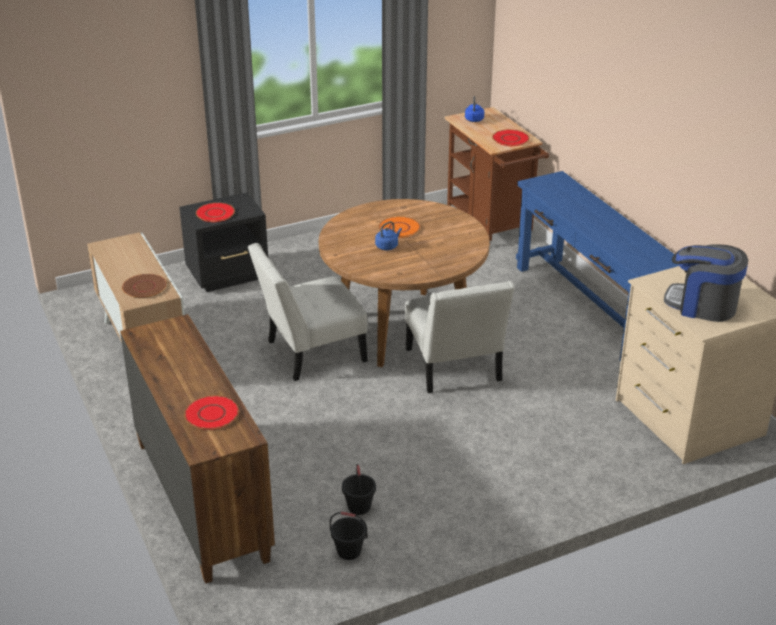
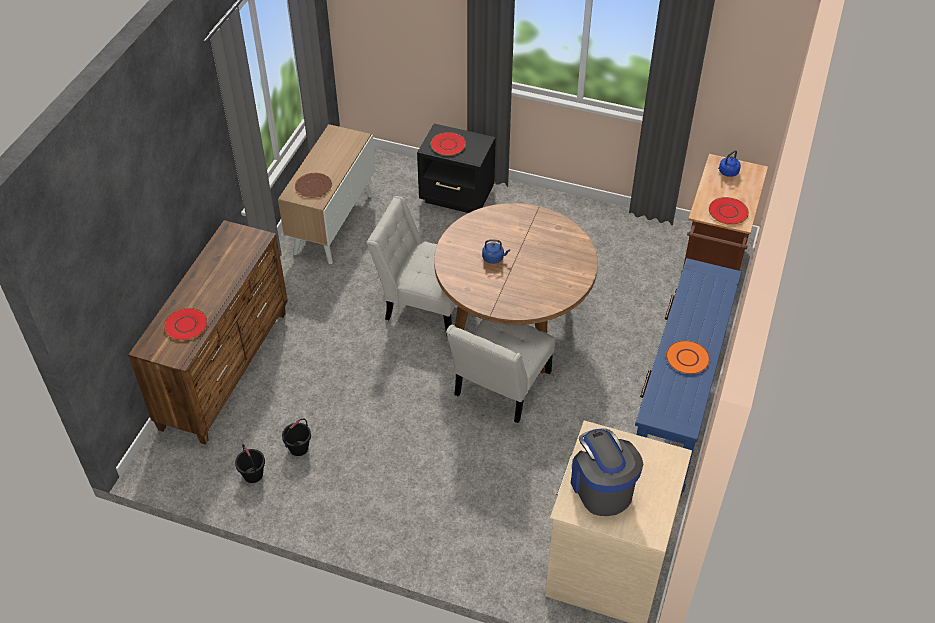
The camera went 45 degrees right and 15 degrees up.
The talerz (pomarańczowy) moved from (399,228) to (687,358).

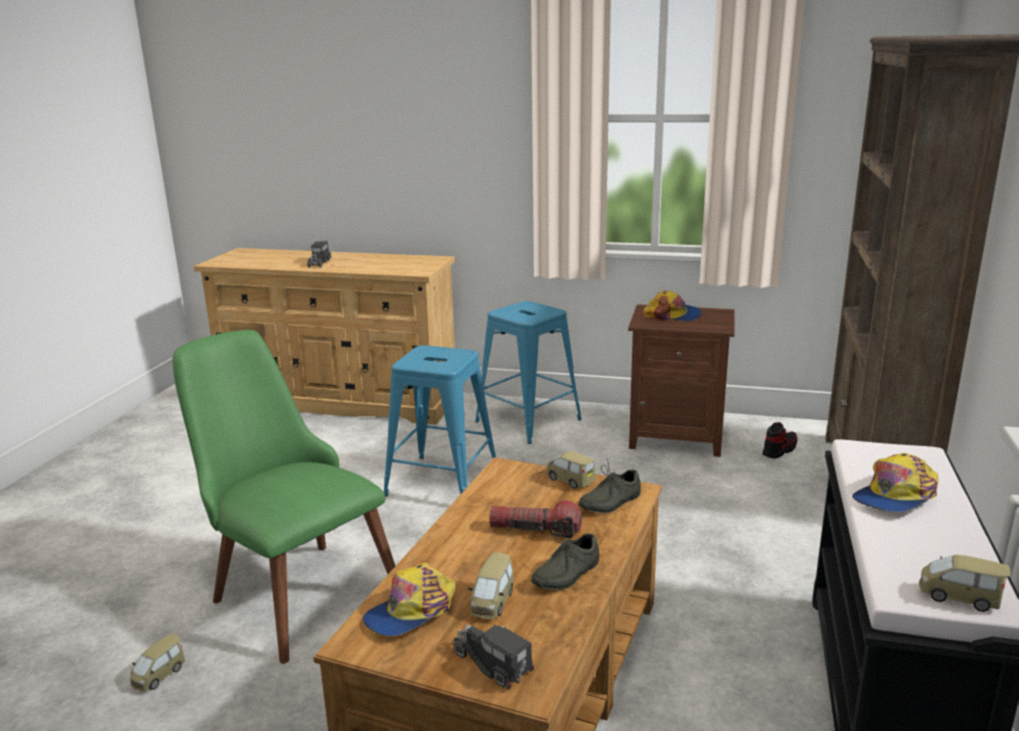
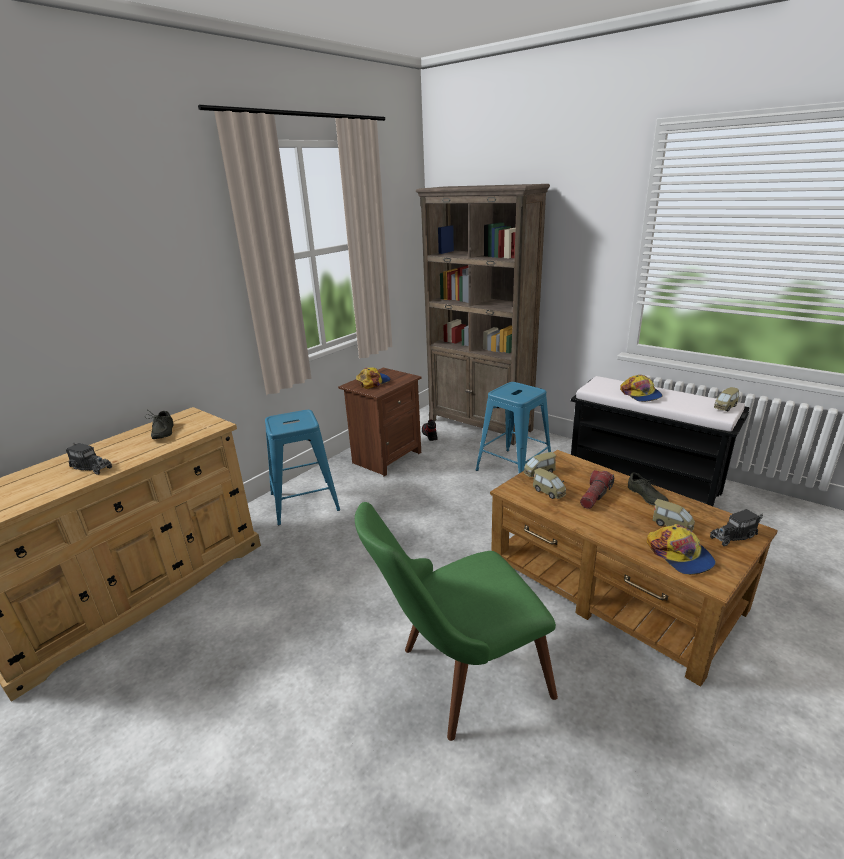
The camera went 65 degrees left and 5 degrees up.
The samochodzik moved from (158,675) to (549,492).
The stołek (niebieski) moved from (443,481) to (514,468).
The but (szary) moved from (608,501) to (161,433).

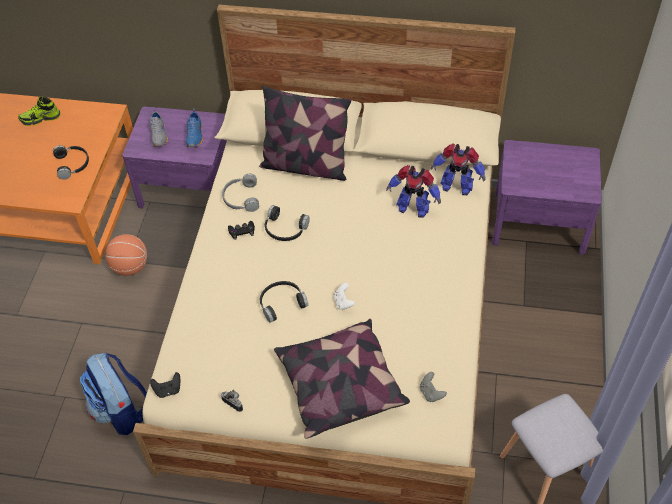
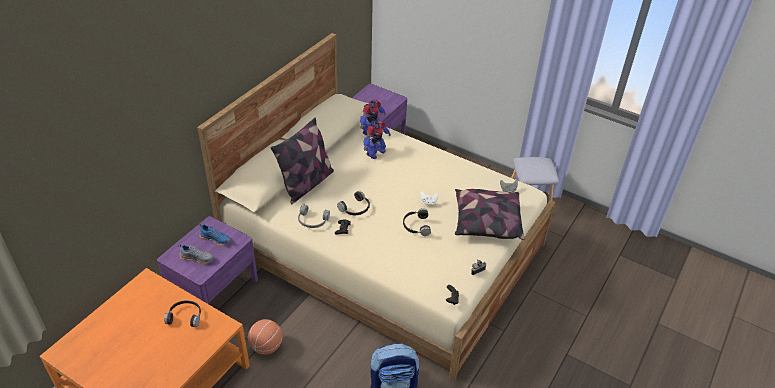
The camera went 70 degrees left and 10 degrees down.
The but at (40,118) disappeared.

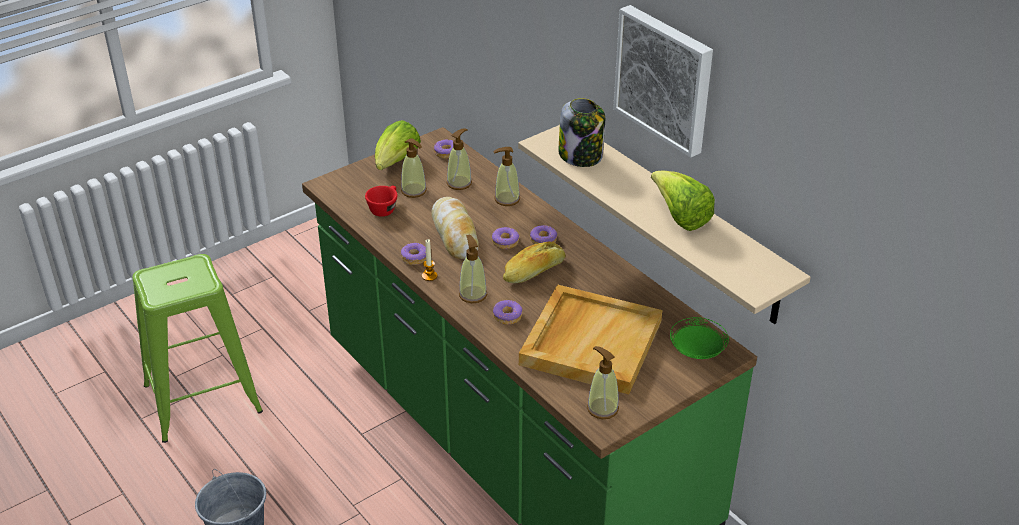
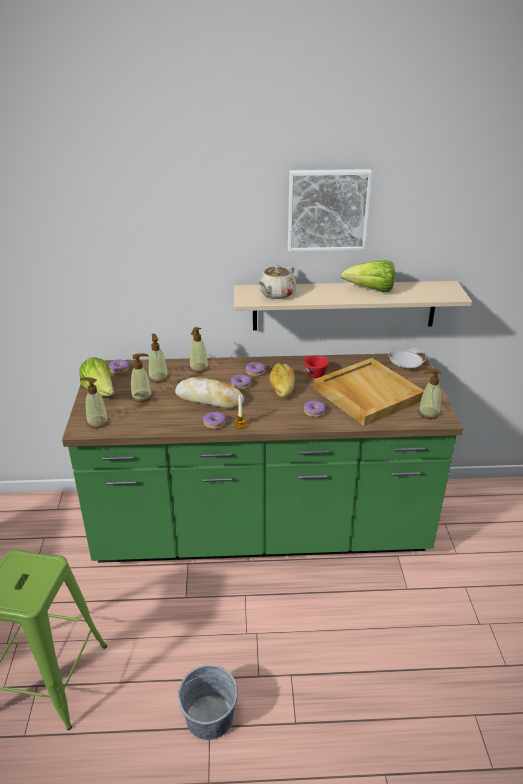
The camera went 55 degrees left and 5 degrees down.
The filiżanka (czerwony) moved from (384,208) to (313,373).
The dozownik mydła moved from (473,294) to (97,422).
The słoik at (581,156) was replaced by the imbryk (beżowy) at (276,294).
The talerz (zielony) at (696,351) became the talerz (biały) at (405,366).

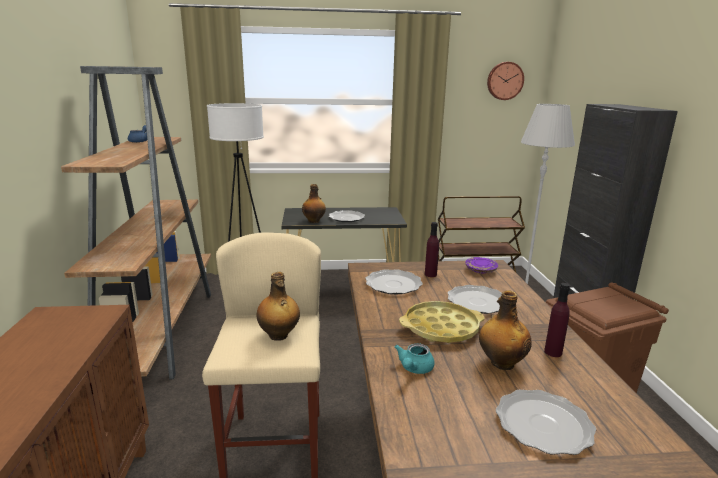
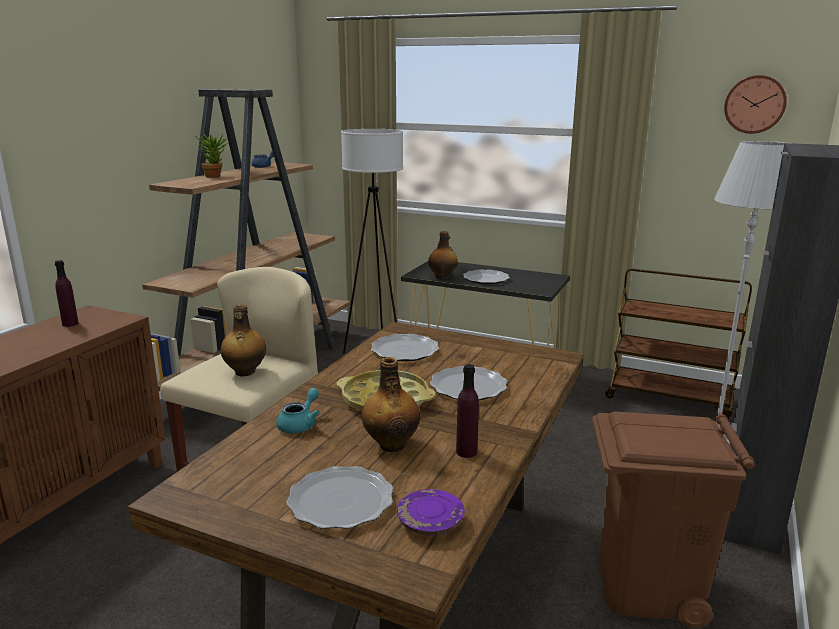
The camera went 30 degrees right and 0 degrees up.
The imbryk (turkusowy) at (414,369) turned 150 degrees clockwise.
The butelka (fioletowy) moved from (430,274) to (70,324).
The talerz (fioletowy) moved from (481,270) to (430,522).
The roślina doniczkowa at (215,176) appeared.

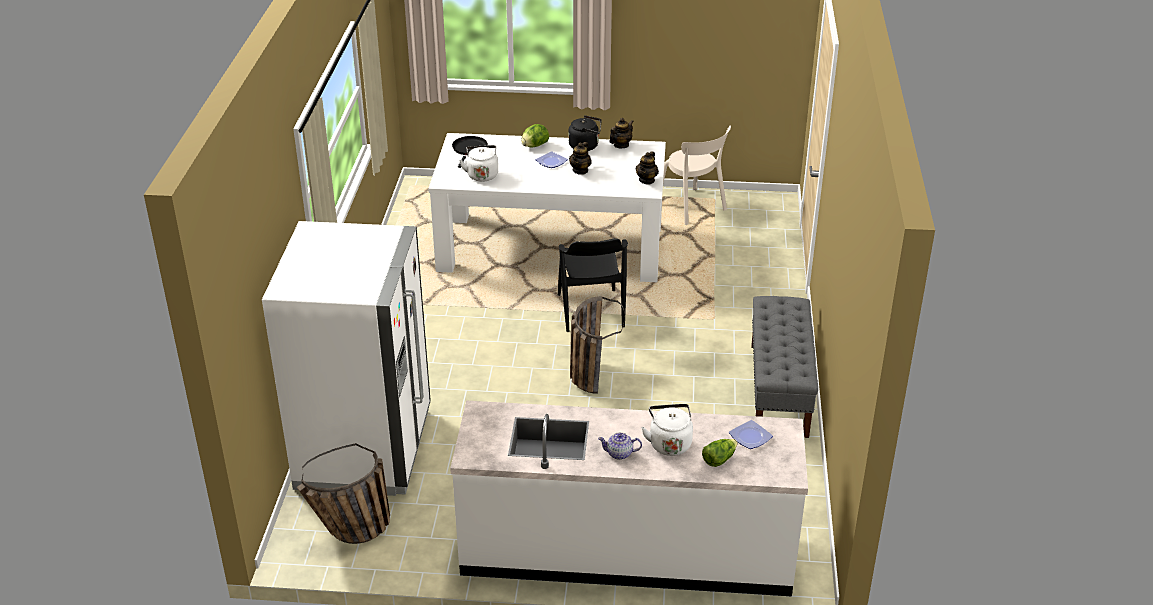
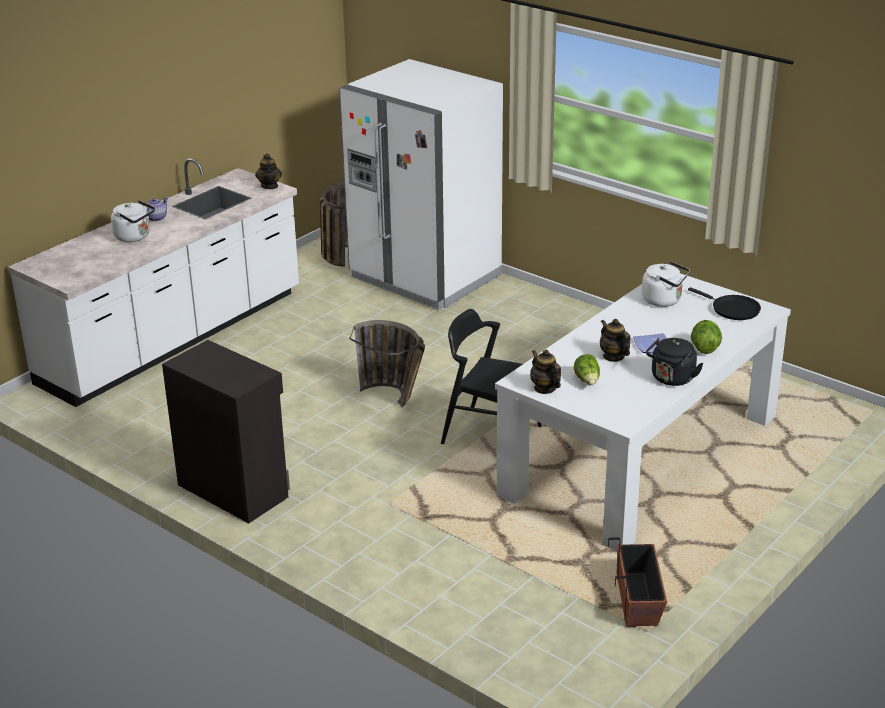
The camera went 125 degrees right and 5 degrees down.
The imbryk moved from (621,145) to (269,186).
The krzesło (beżowy) at (693,208) was replaced by the donica at (638,599).
The sałata moved from (719,459) to (587,380).
The talerz at (750,438) disappeared.
The ławka (szary) at (779,390) was replaced by the szafka (czarny) at (233,489).

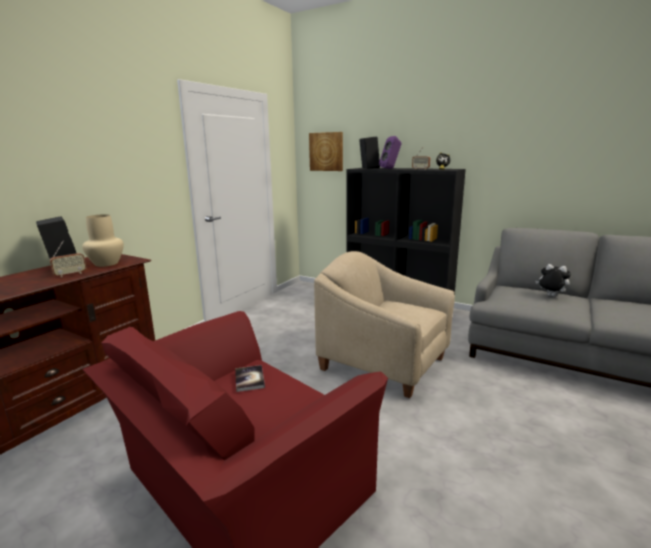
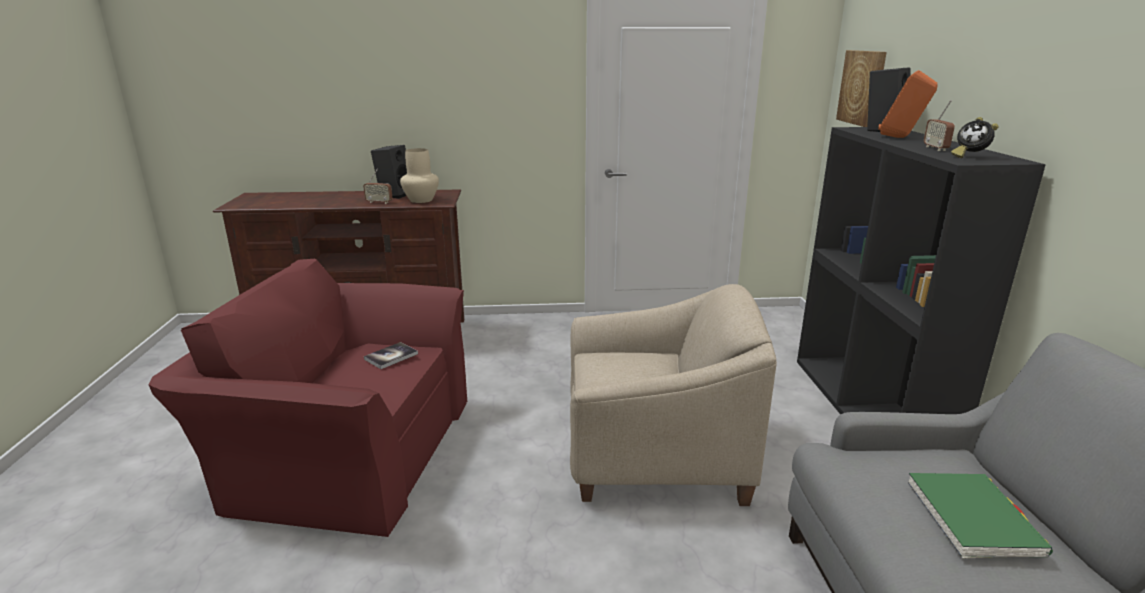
The camera went 55 degrees right and 5 degrees up.
The fotel (beżowy) at (384,363) turned 90 degrees clockwise.
The głośnik (fioletowy) at (390,168) became the głośnik (pomarańczowy) at (901,137).
The pluszak at (550,296) was replaced by the książka (zielony) at (972,518).

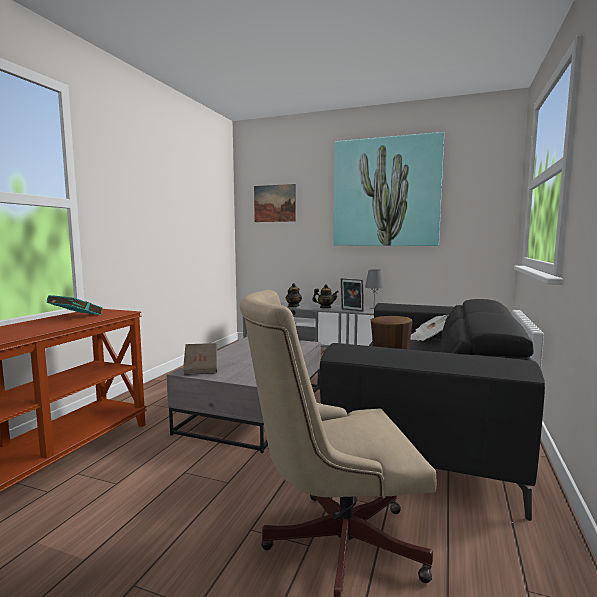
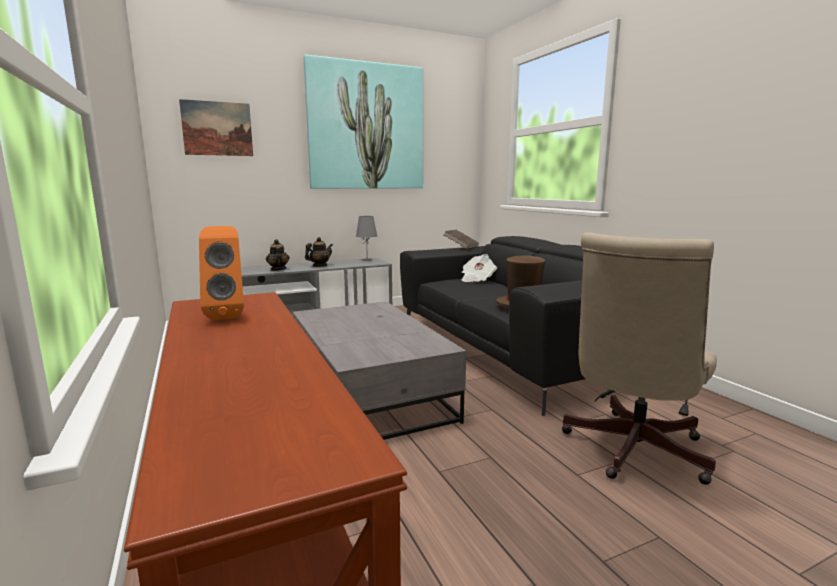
The camera went 45 degrees left and 5 degrees up.
The książka (turkusowy) at (74,317) was replaced by the głośnik (pomarańczowy) at (227,316).
The książka (brązowy) moved from (201,368) to (461,246).
The ramka na zdjęcie at (351,310) disappeared.

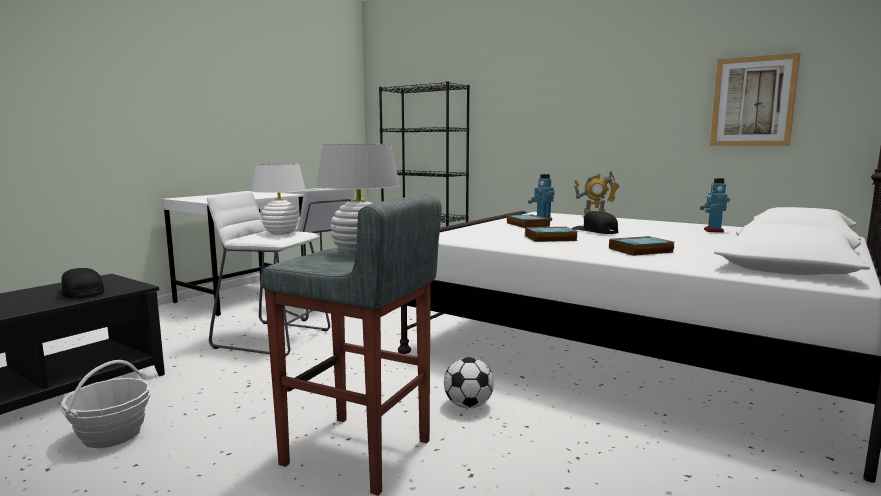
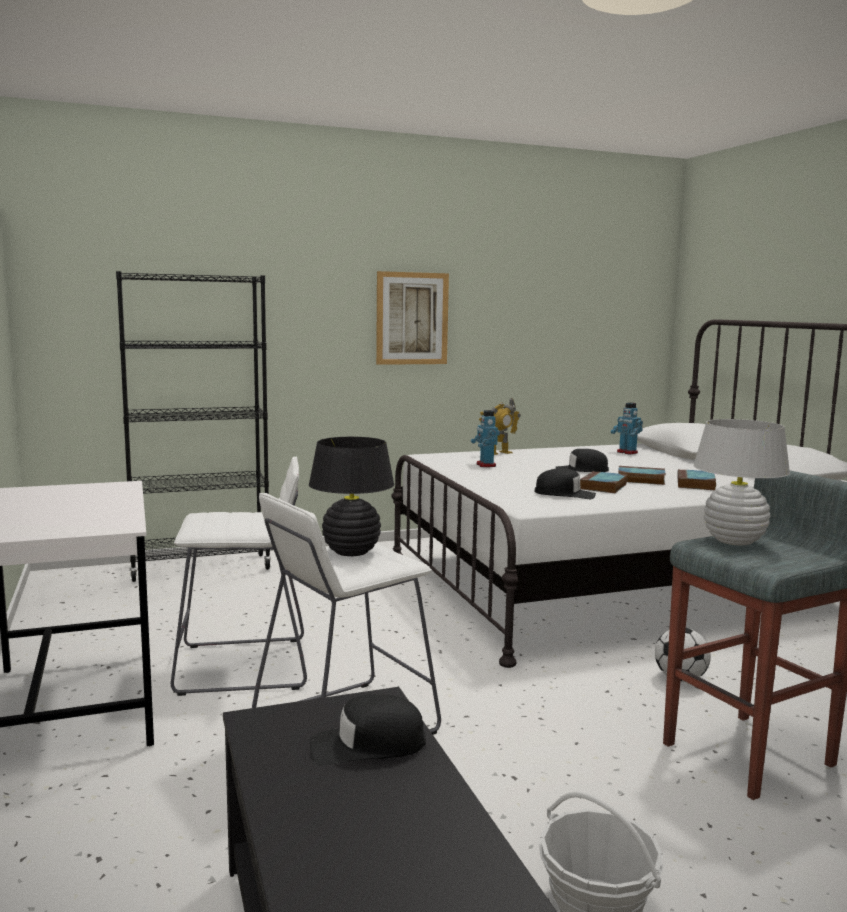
The camera went 55 degrees left and 0 degrees up.
The lampa stołowa (biały) at (281,233) became the lampa stołowa (czarny) at (351,552).
The książka moved from (526,224) to (639,479).
The obraz moved from (753,101) to (412,318).
The czapka z daszkiem (czarny) at (565,494) appeared.

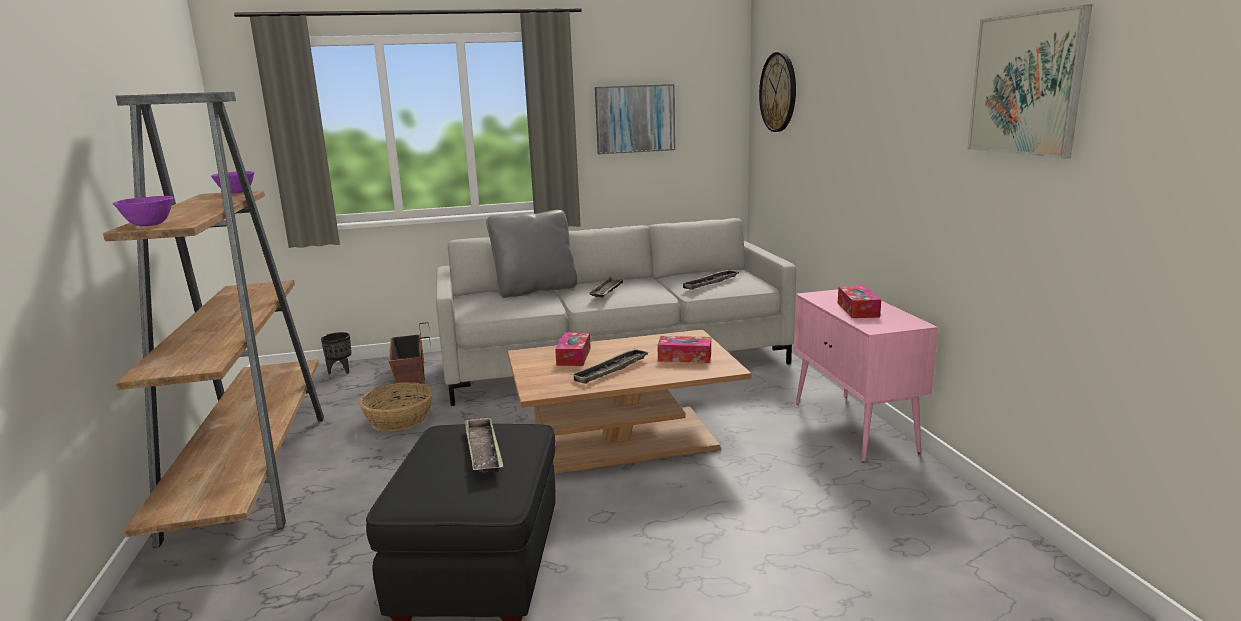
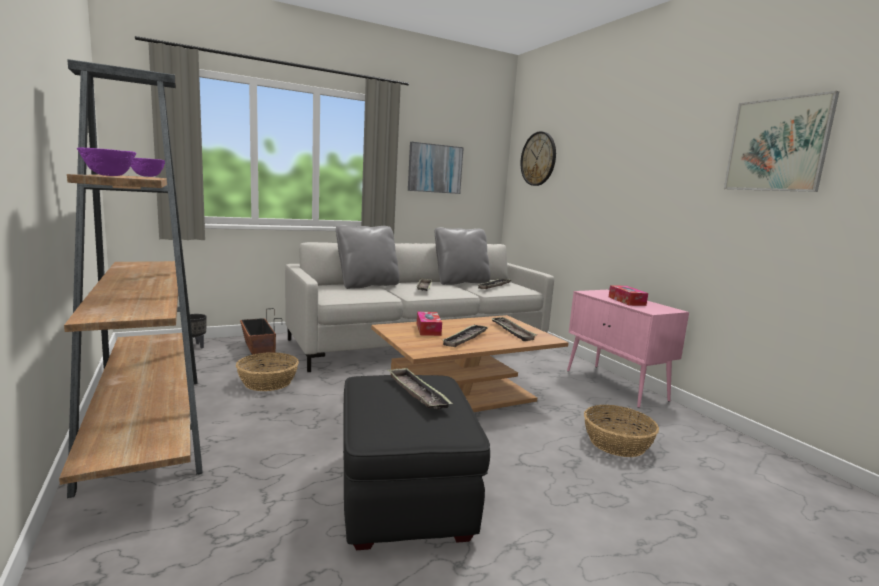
The camera went 15 degrees left and 5 degrees down.
The pudełko chusteczek at (684,357) was replaced by the taca at (512,331).
The poduszka (szary) at (461,282) appeared.
The koszyk at (616,443) appeared.

